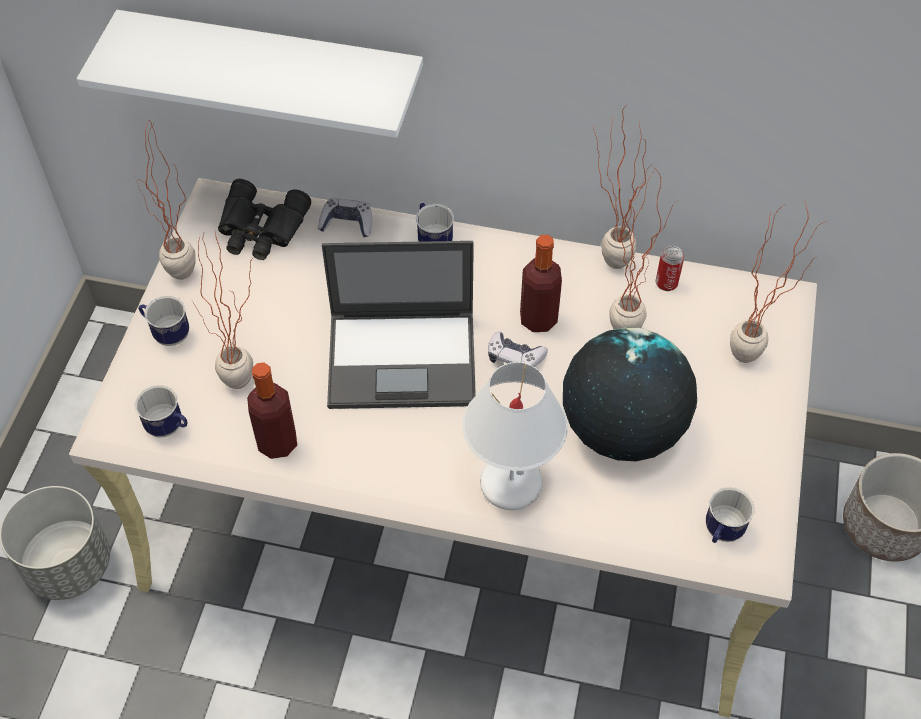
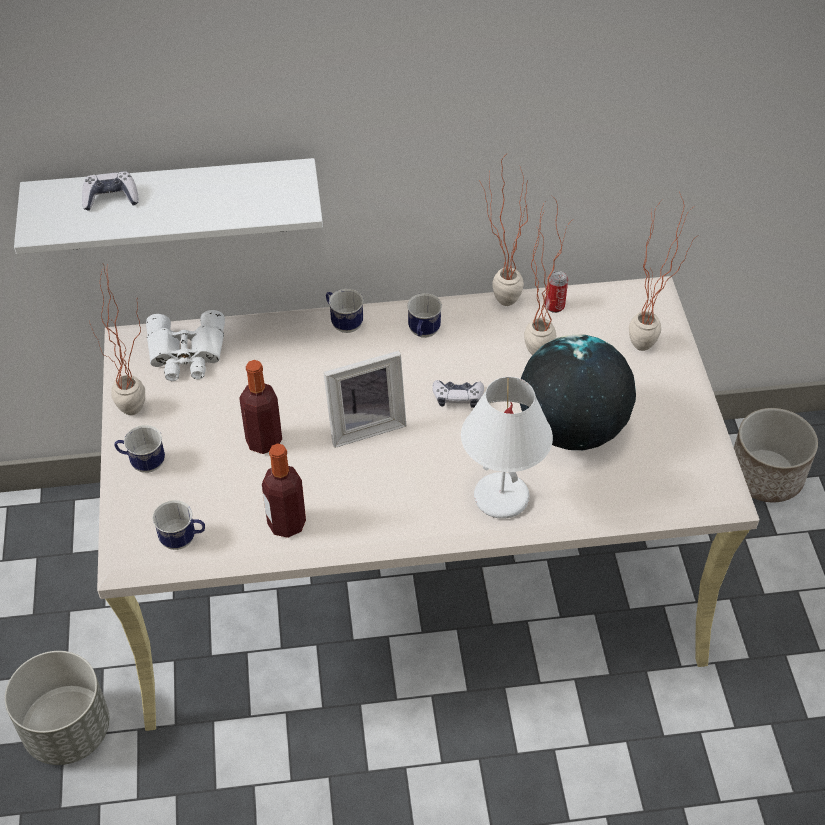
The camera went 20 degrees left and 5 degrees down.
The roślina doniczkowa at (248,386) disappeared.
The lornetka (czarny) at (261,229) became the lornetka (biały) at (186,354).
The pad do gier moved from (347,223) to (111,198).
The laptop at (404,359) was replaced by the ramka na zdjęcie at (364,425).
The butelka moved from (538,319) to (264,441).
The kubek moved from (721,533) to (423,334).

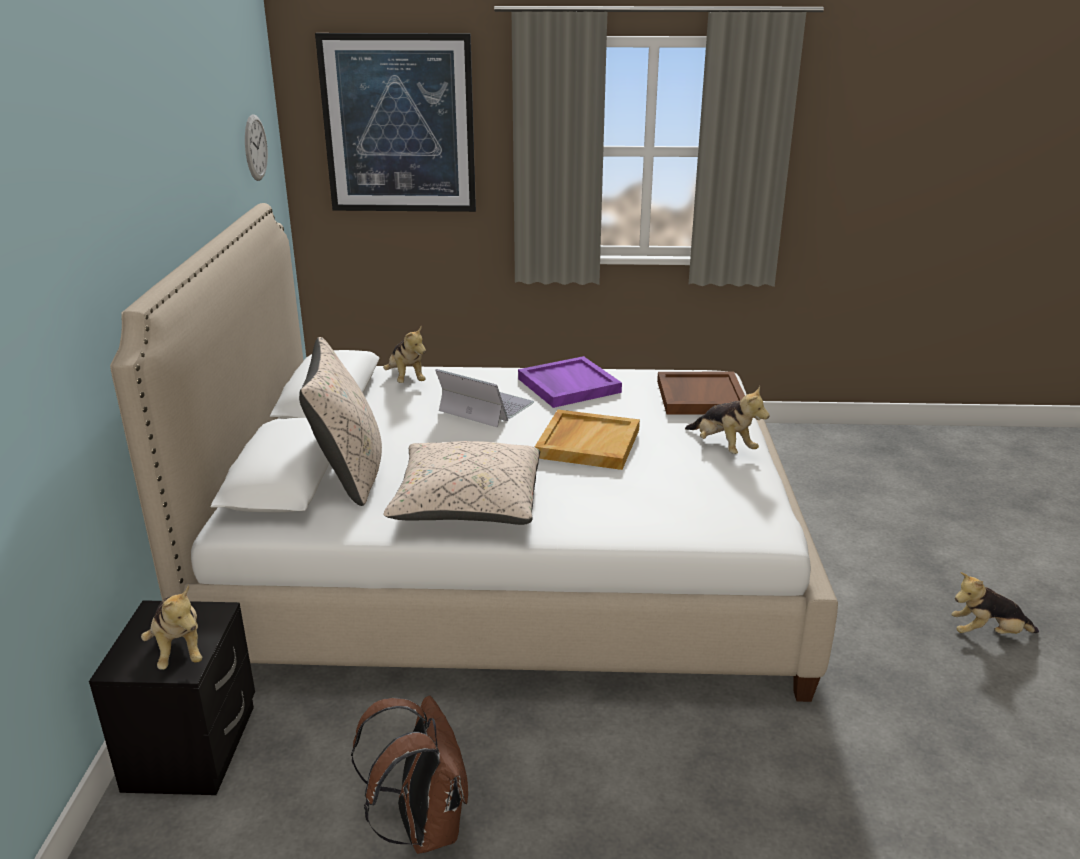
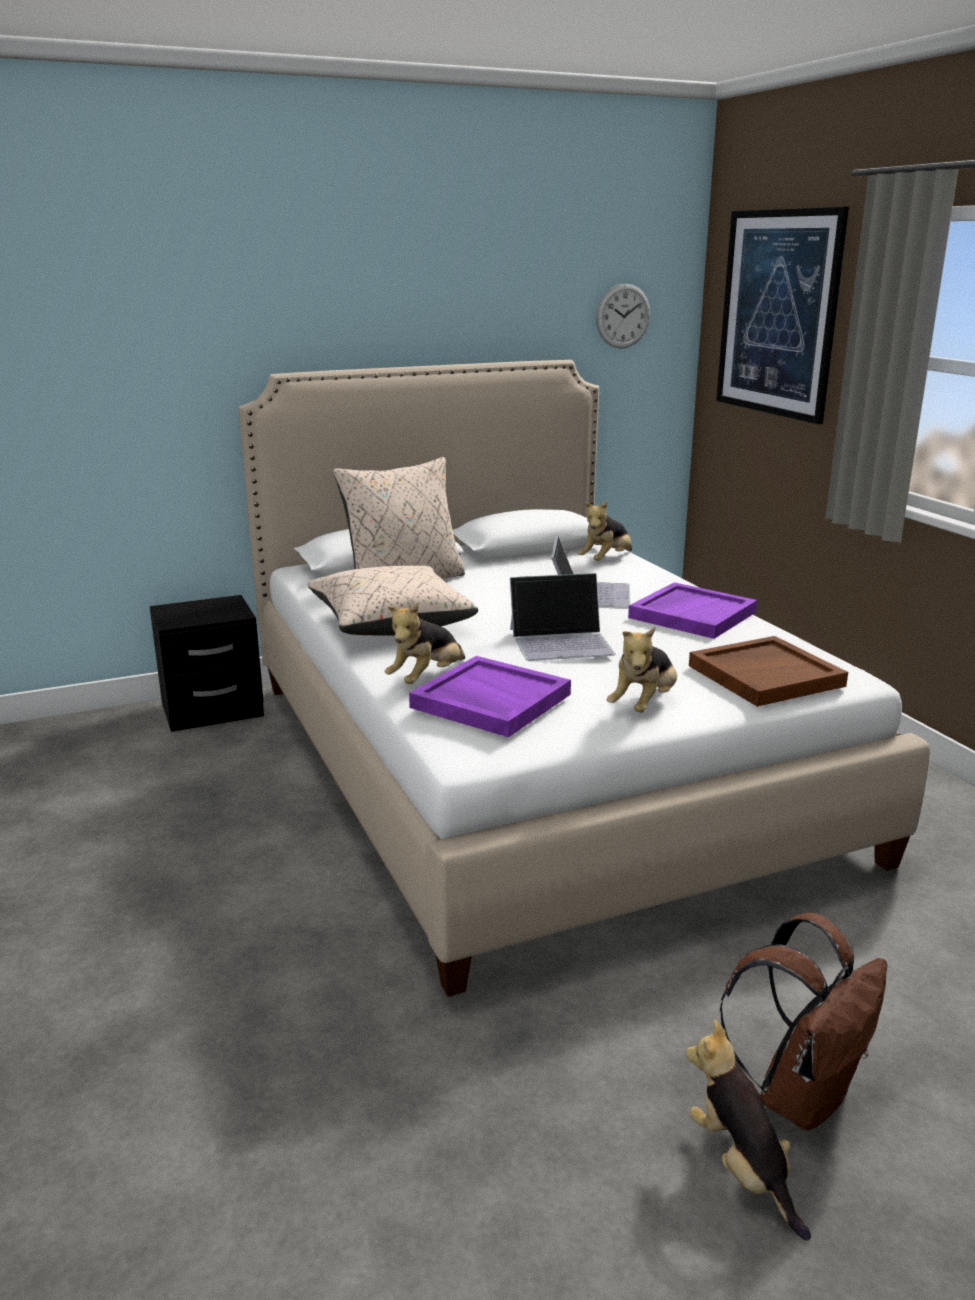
The camera went 65 degrees right and 5 degrees down.
The pluszak moved from (179,650) to (427,678).
The plecak (brązowy) moved from (423,825) to (800,1094).
The taca (beżowy) at (587,443) was replaced by the laptop at (561,641).
The taca (fioletowy) at (489,701) appeared.

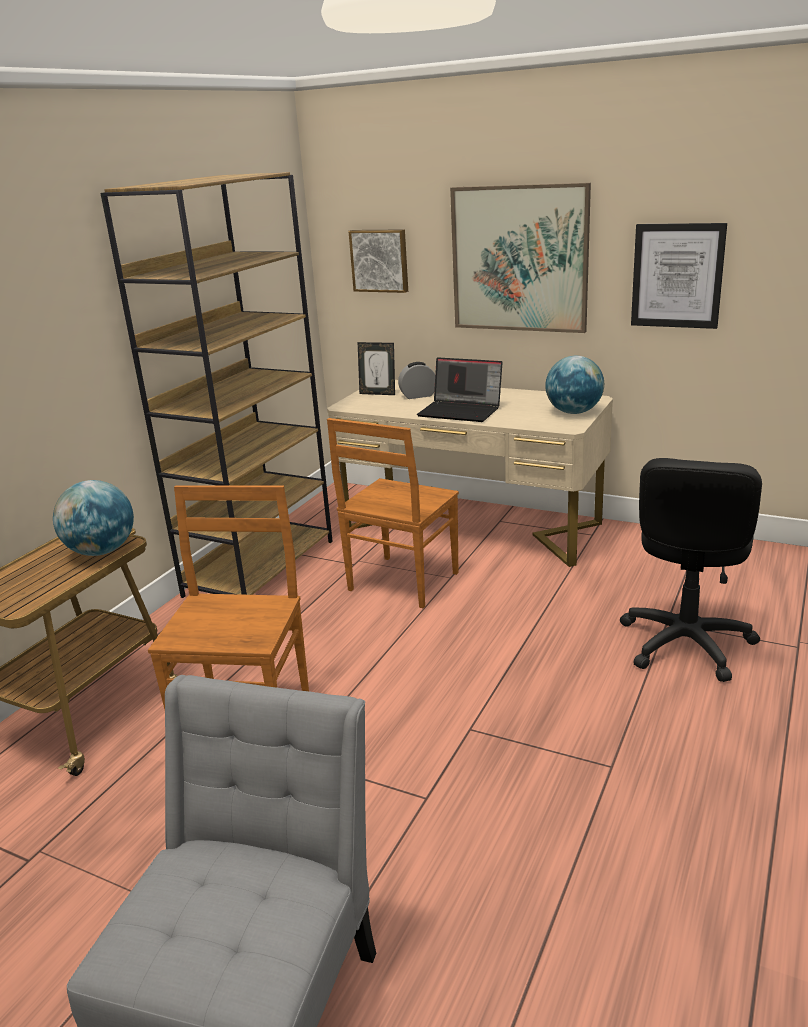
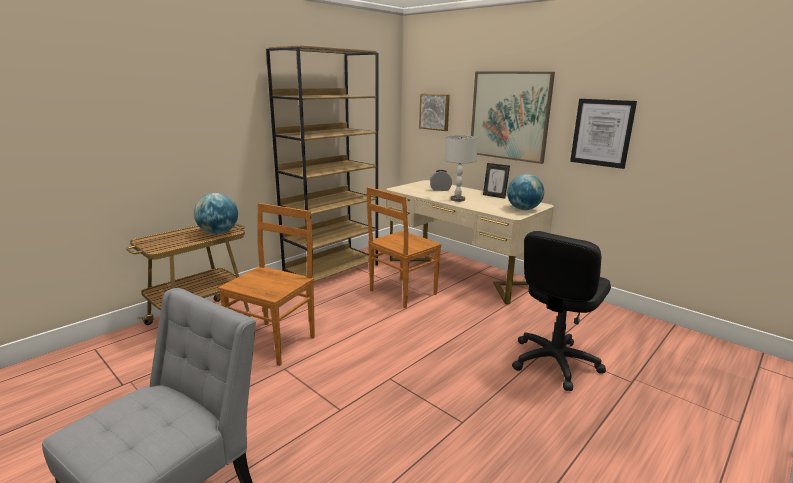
The camera went 15 degrees right and 5 degrees down.
The ramka na zdjęcie moved from (378,393) to (494,196).
The laptop at (461,411) was replaced by the lampa stołowa (szary) at (458,199).

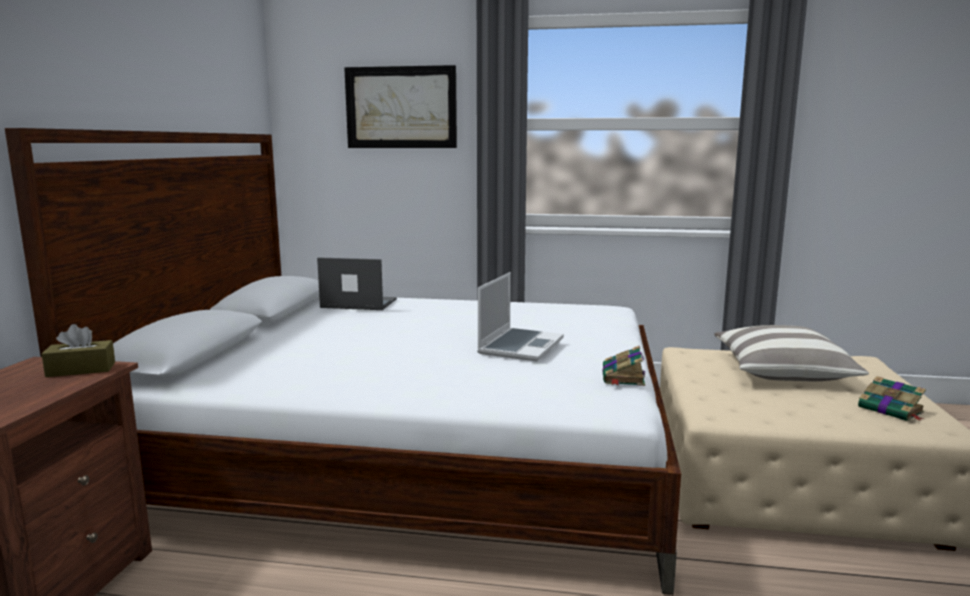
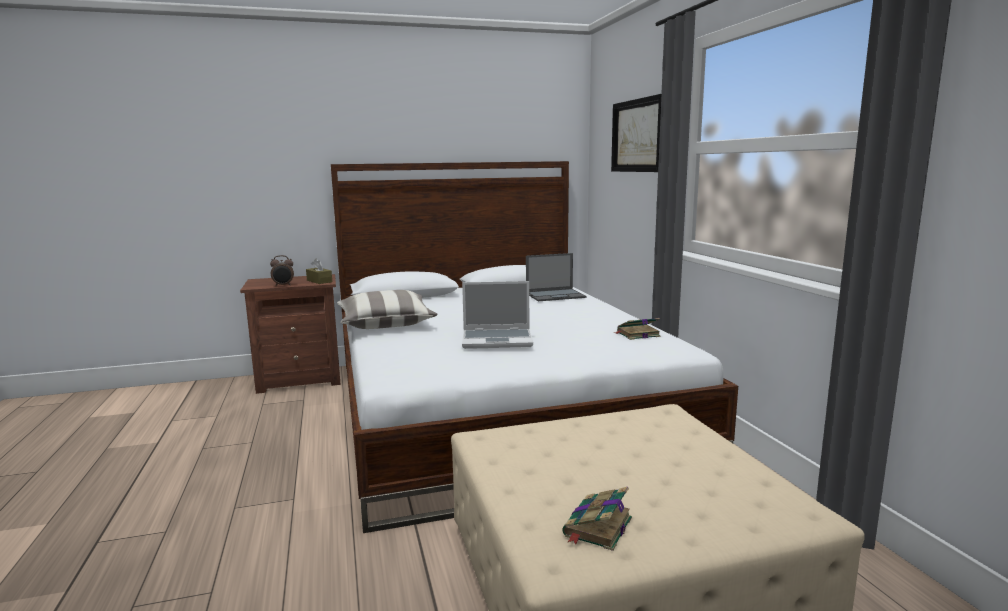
The camera went 65 degrees right and 0 degrees up.
The laptop at (358,303) turned 90 degrees clockwise.
The książka moved from (623,377) to (637,334).
The poduszka moved from (782,372) to (385,324).
The budzik at (283,285) appeared.

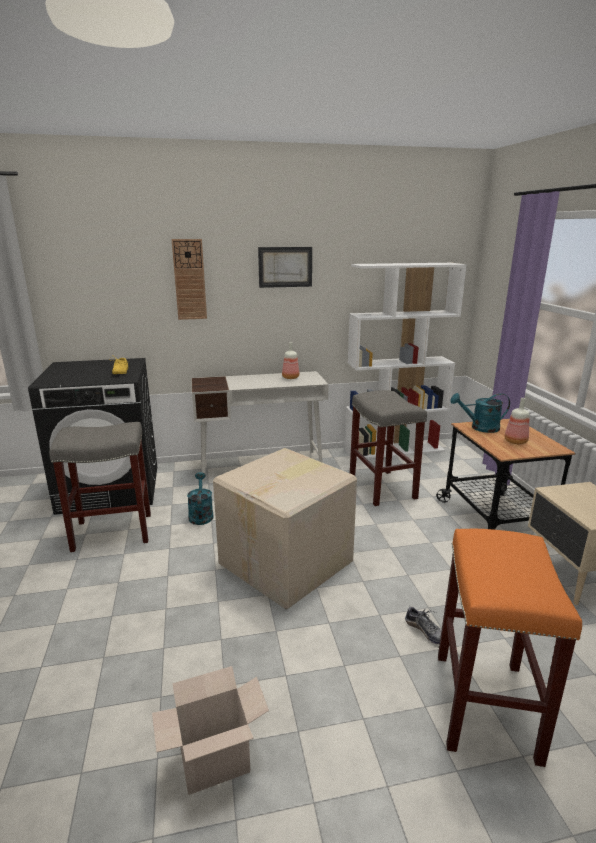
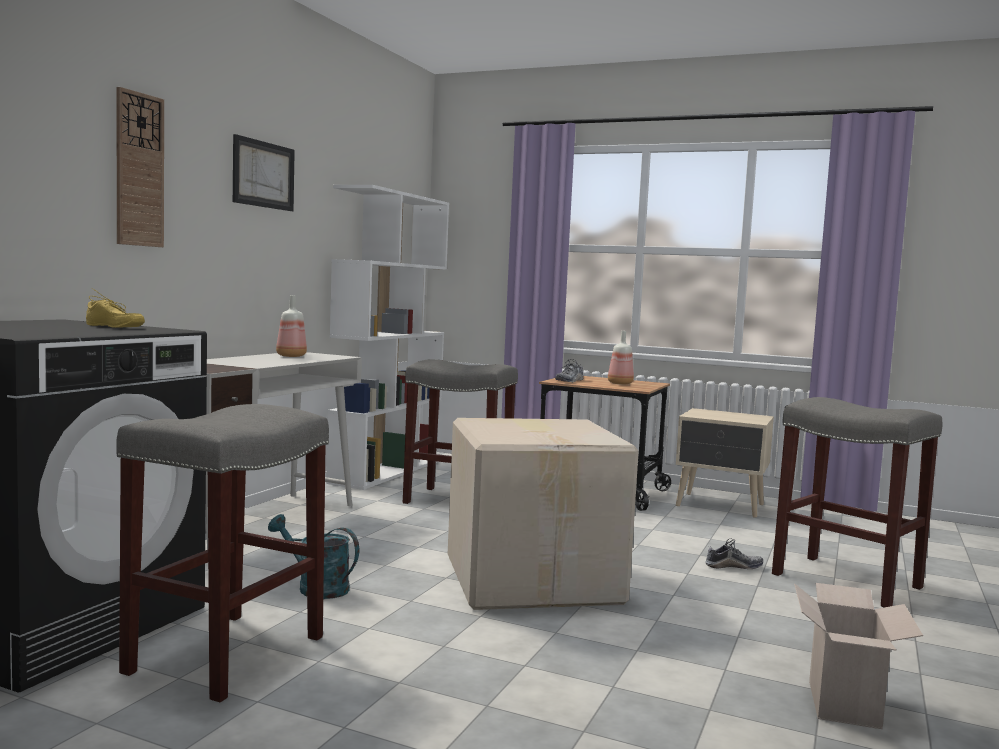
The camera went 55 degrees left and 15 degrees down.
The stołek (pomarańczowy) at (484,703) became the stołek (szary) at (844,580).
The konewka (turkusowy) at (480,428) was replaced by the but at (570,381).

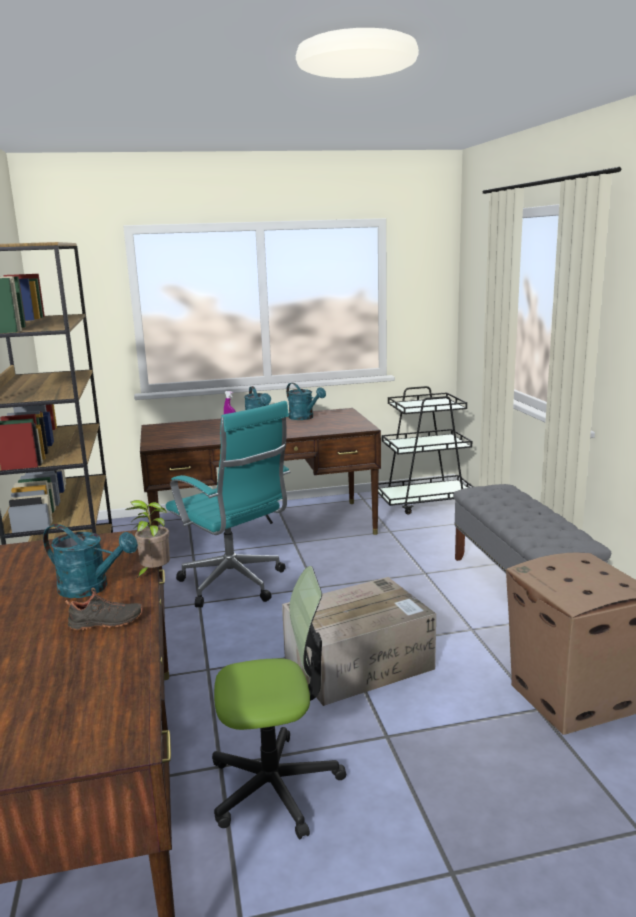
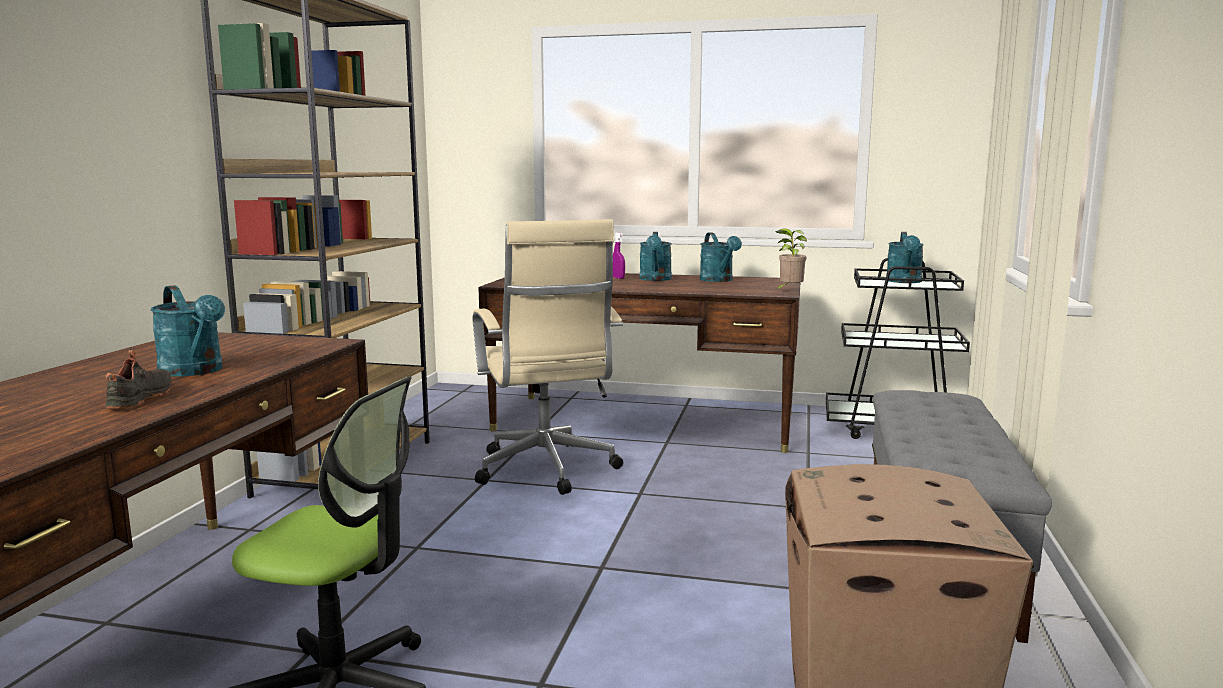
The camera went 25 degrees right and 5 degrees down.
The but (czarny) at (106,623) turned 105 degrees counterclockwise.
The roślina doniczkowa moved from (154,573) to (789,291).
The krzesło biurowe (turkusowy) at (235,585) became the krzesło biurowe (beżowy) at (547,471).
The karton at (360,662) disappeared.
The konewka (turkusowy) at (904,281) appeared.

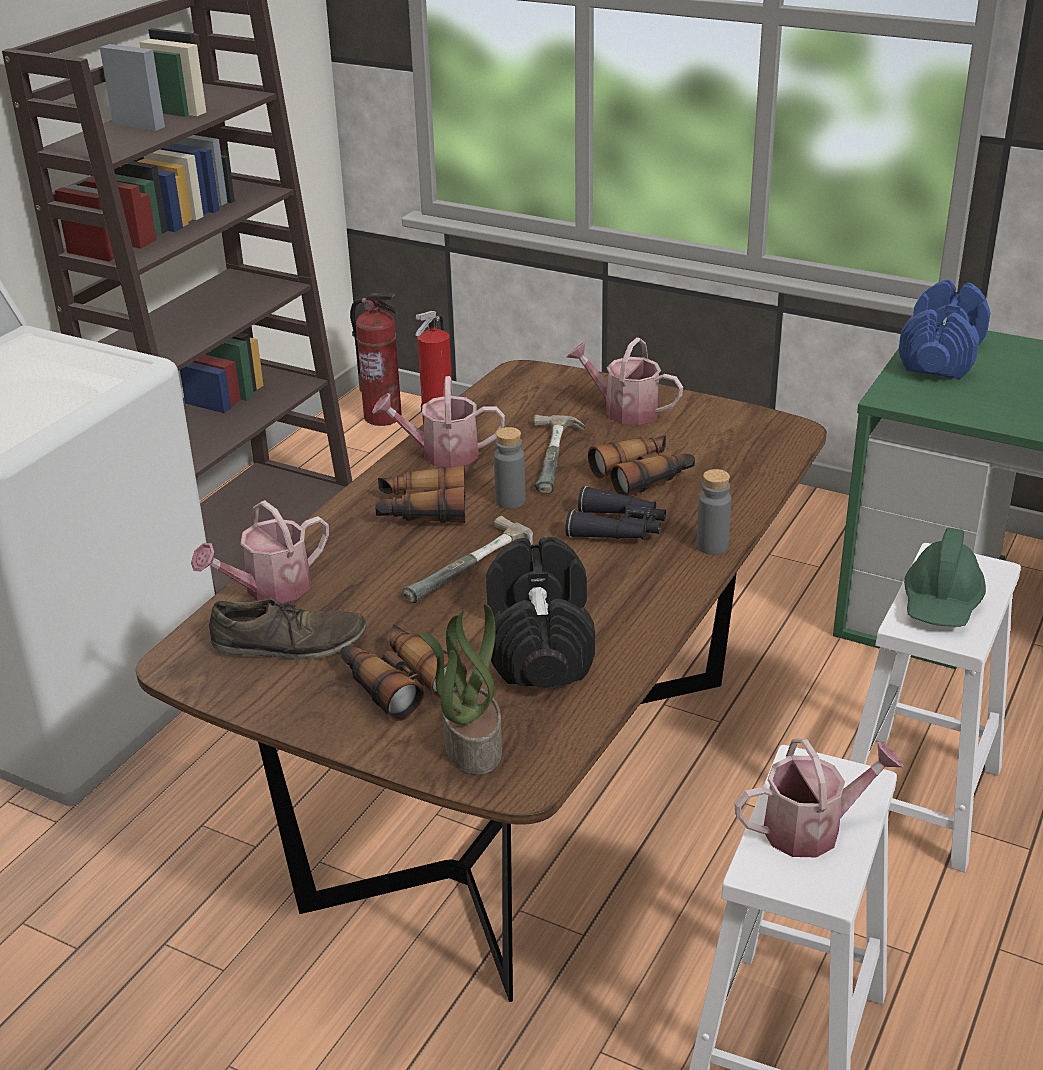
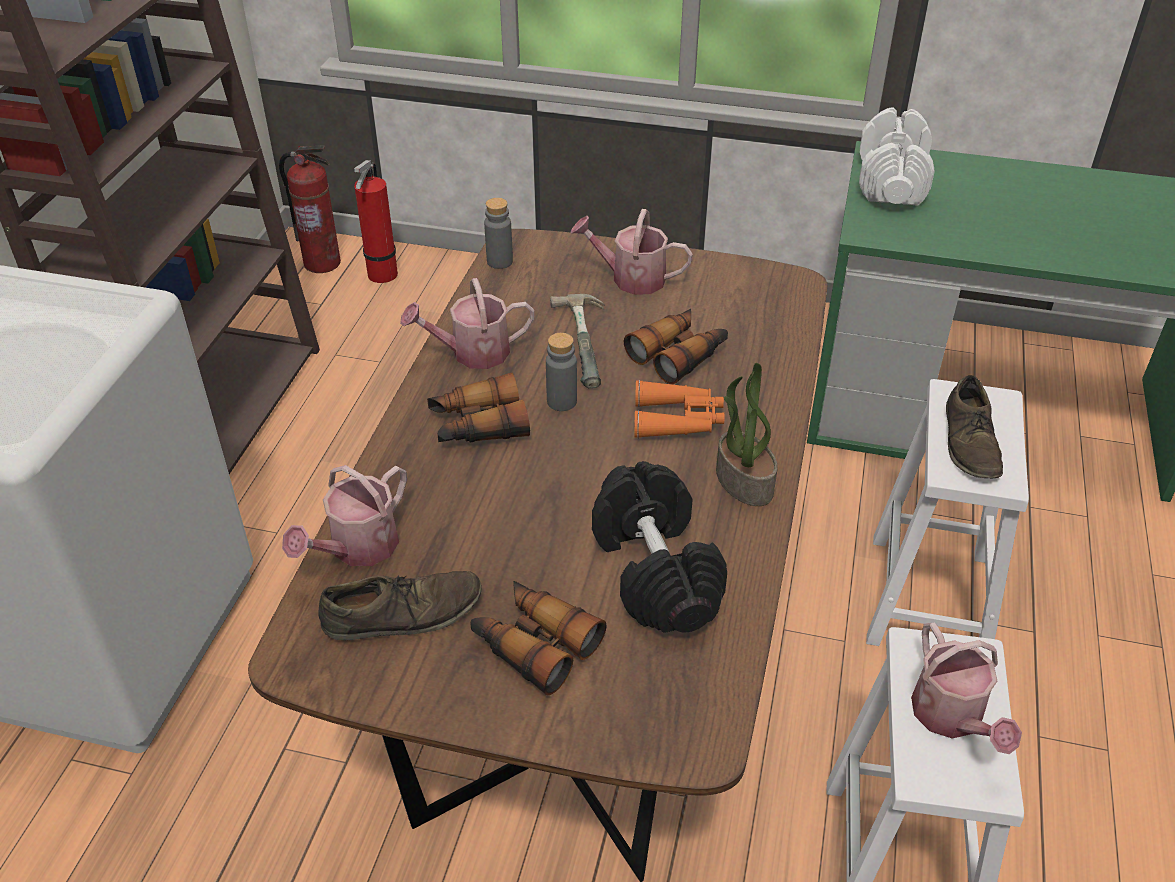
The camera went 15 degrees left and 10 degrees up.
The młotek at (474,569) disappeared.
The roślina doniczkowa moved from (471,745) to (742,481).
The lornetka (czarny) at (618,528) became the lornetka (pomarańczowy) at (678,420).
The butelka (szary) moved from (712,546) to (499,261).
The konewka at (812,828) turned 105 degrees clockwise.
The hantel (niebieski) at (940,355) became the hantel (biały) at (891,181).
The kask (zielony) at (942,602) was replaced by the but (brązowy) at (970,442).

